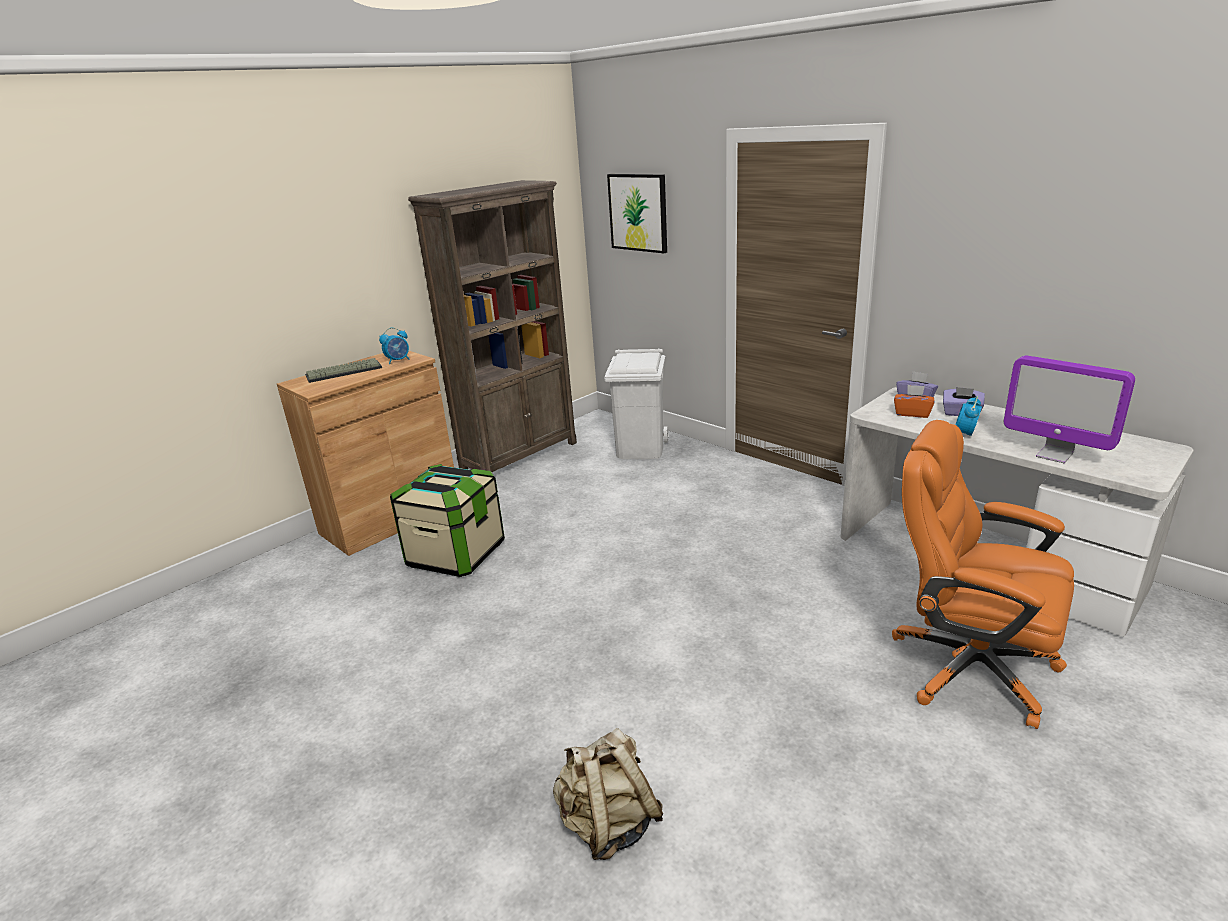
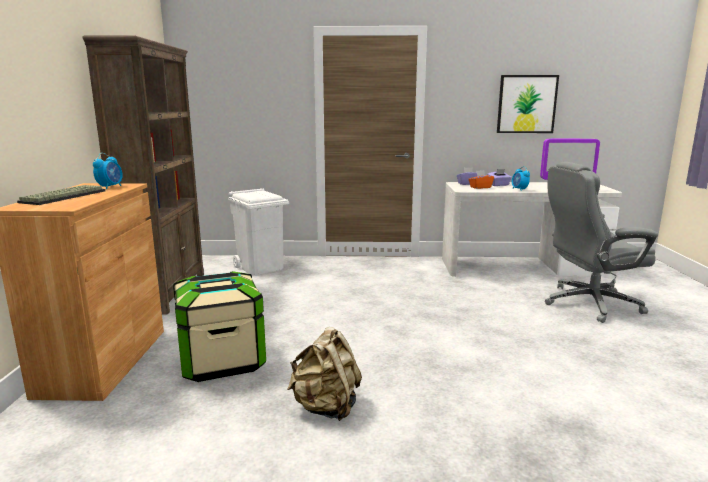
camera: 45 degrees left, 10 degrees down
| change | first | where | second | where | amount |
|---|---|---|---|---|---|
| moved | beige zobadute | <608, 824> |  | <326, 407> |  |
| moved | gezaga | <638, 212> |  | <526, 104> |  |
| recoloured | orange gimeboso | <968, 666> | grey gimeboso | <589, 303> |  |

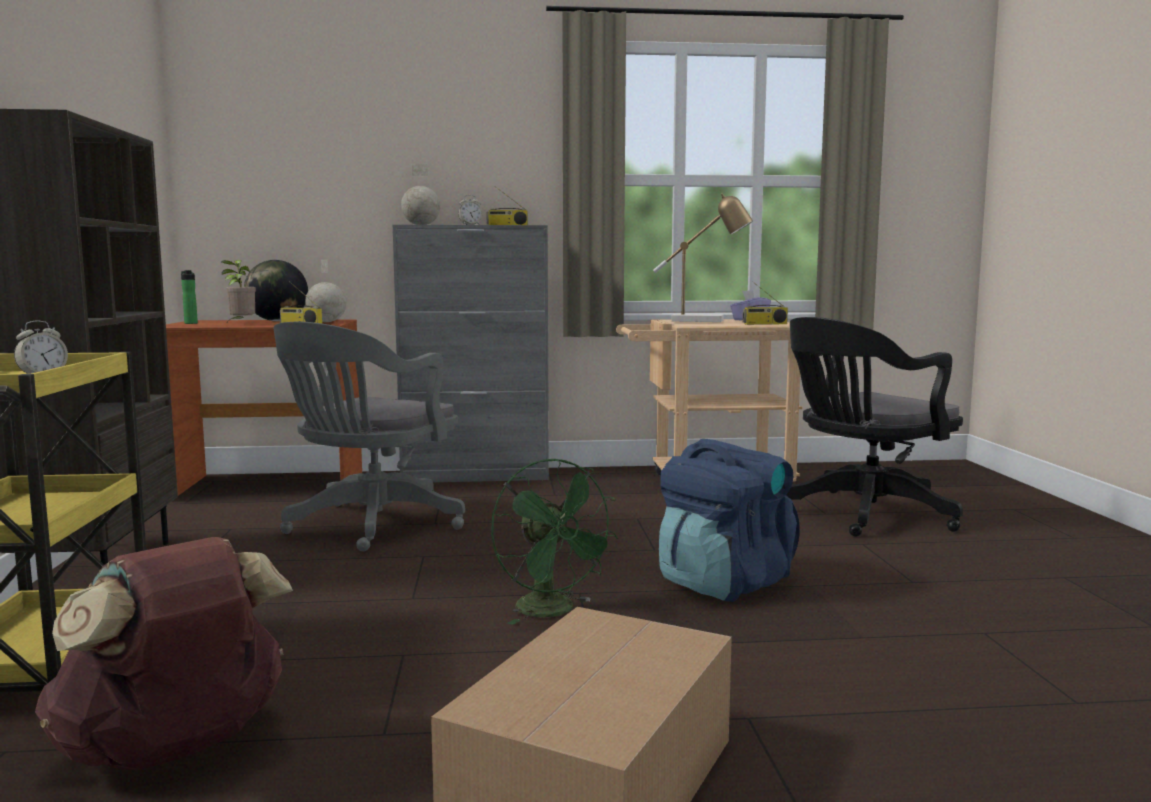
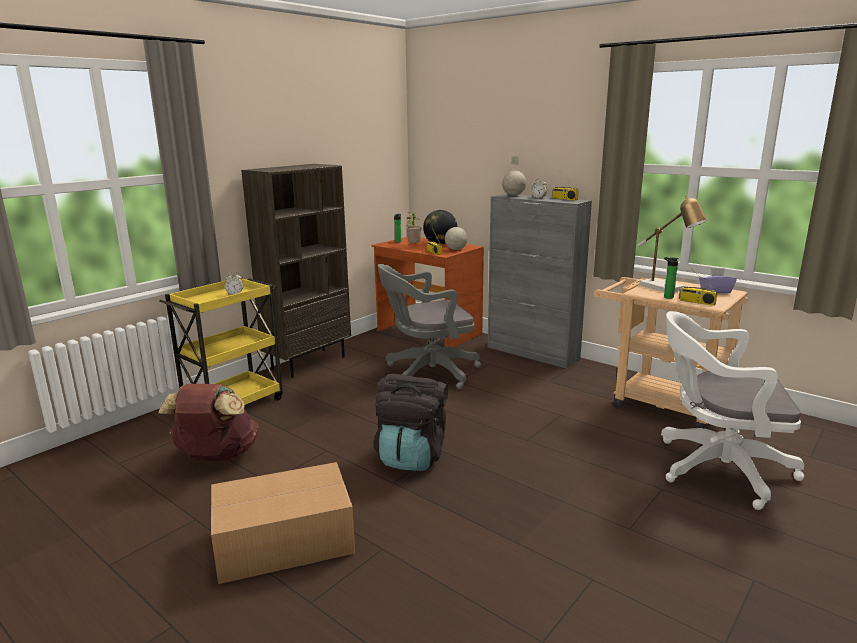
camera: 45 degrees right, 10 degrees up
| change | first | where | second | where | amount |
|---|---|---|---|---|---|
| replaced | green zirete | <553, 612> | black zobadute | <412, 456> |  |
| removed | blue zobadute | <723, 583> |  |  |  |
| recoloured | black gimeboso | <862, 515> | white gimeboso | <715, 468> |  |
| added |  |  | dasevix | <667, 297> |  |

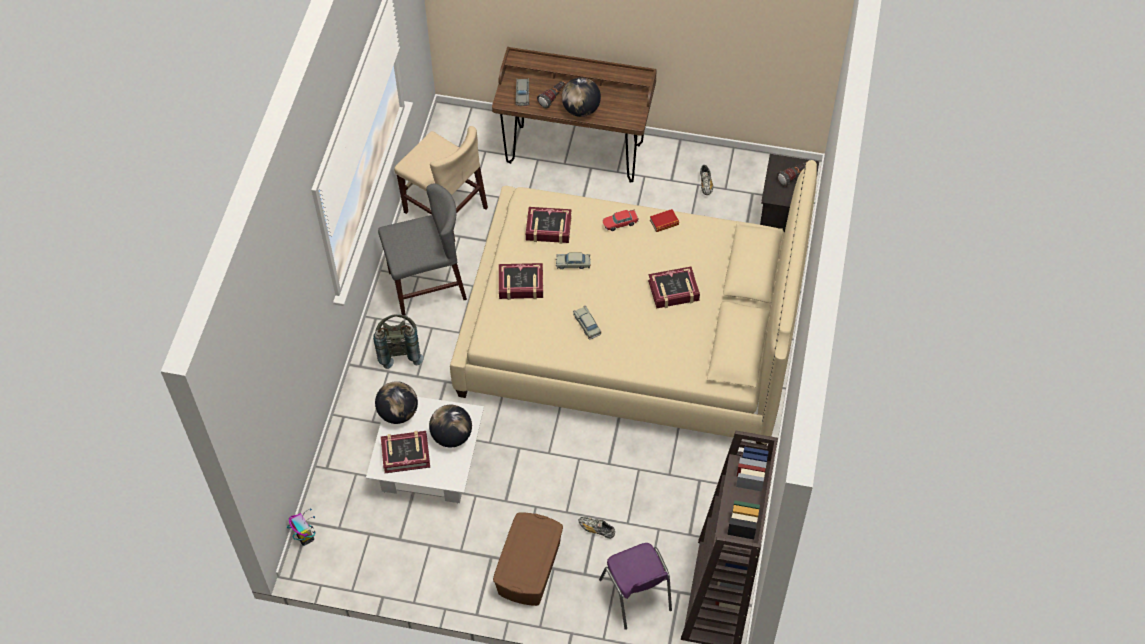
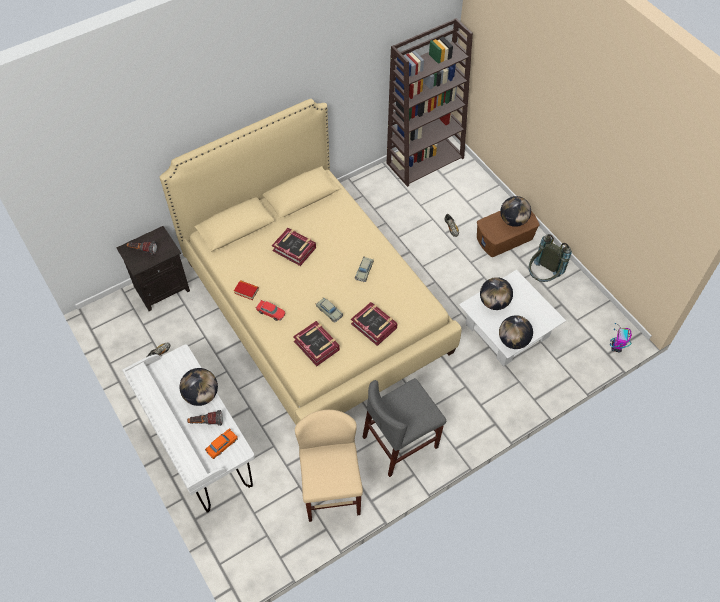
camera: 135 degrees left, 0 degrees up
| change | first | where | second | where | amount |
|---|---|---|---|---|---|
| moved | grey zobadute | <399, 350> |  | <542, 277> |  |
| turned | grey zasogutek | <427, 285> |  | <400, 442> | 60 degrees counterclockwise |
| removed | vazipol | <405, 454> |  |  |  |
| recoloured | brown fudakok | <575, 153> | white fudakok | <201, 452> |  |
| recoloured | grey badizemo | <522, 94> | orange badizemo | <222, 445> |  |
| removed | purple zasogutek | <636, 596> |  |  |  |
| added |  |  | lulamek | <513, 221> |  |

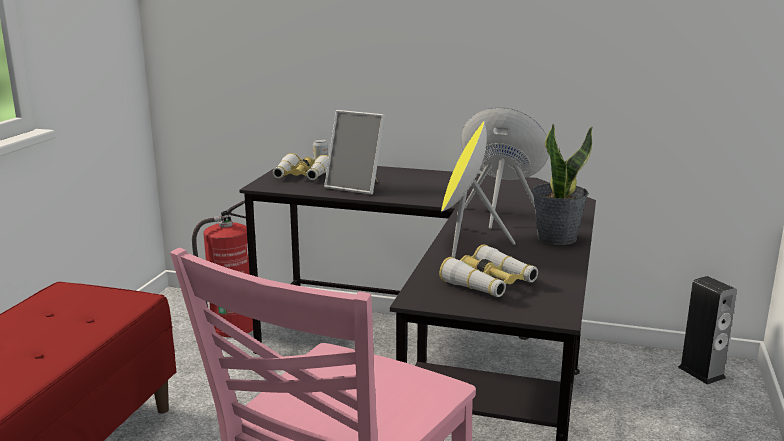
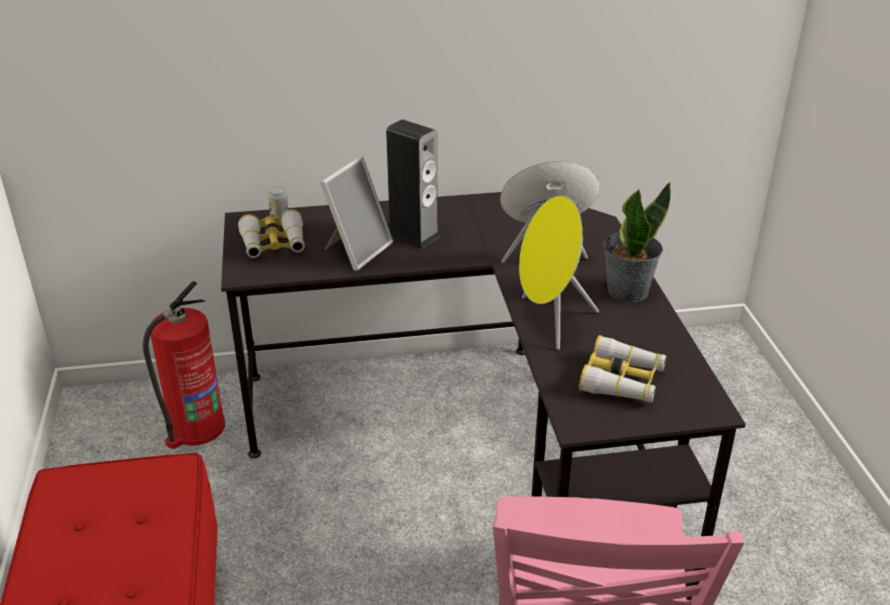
camera: 25 degrees left, 15 degrees up
| change | first | where | second | where | amount |
|---|---|---|---|---|---|
| turned | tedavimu | <357, 187> |  | <356, 250> | 60 degrees counterclockwise |
| moved | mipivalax | <701, 372> |  | <413, 235> |  |

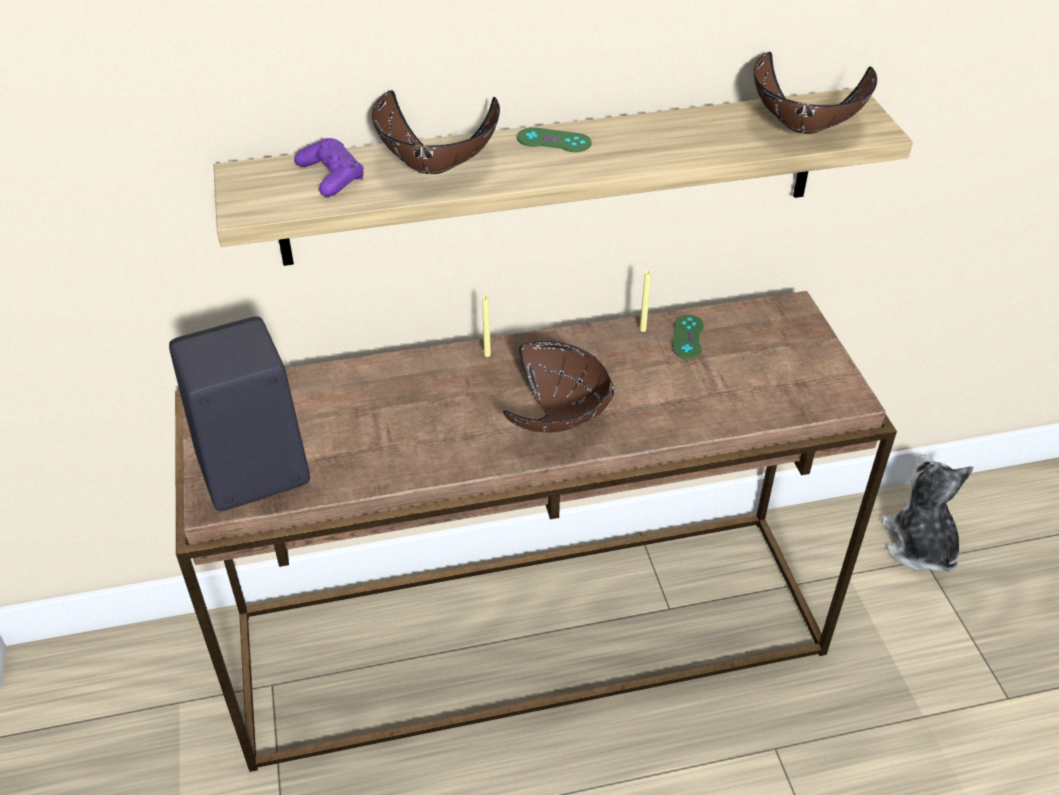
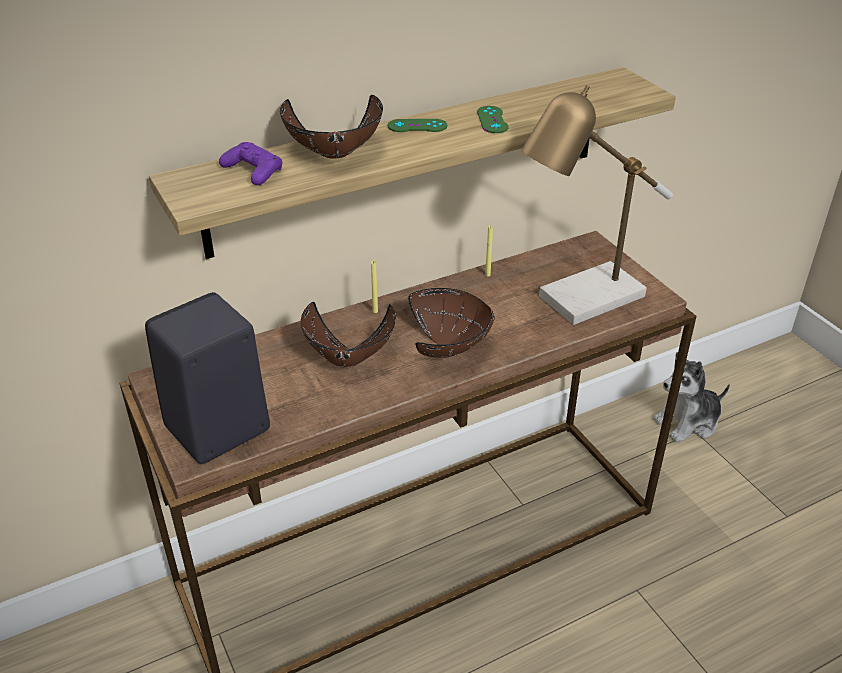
camera: 15 degrees left, 5 degrees down
| change | first | where | second | where | amount |
|---|---|---|---|---|---|
| moved | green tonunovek | <687, 337> |  | <492, 120> |  |
| moved | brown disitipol | <805, 128> |  | <350, 357> |  |
| turned | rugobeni | <919, 545> |  | <688, 422> | 90 degrees counterclockwise |
| added |  |  | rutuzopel | <581, 302> |  |

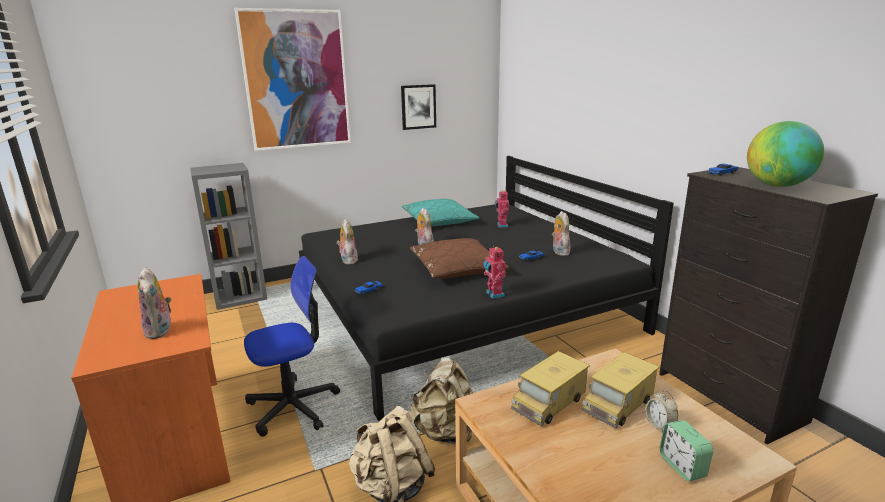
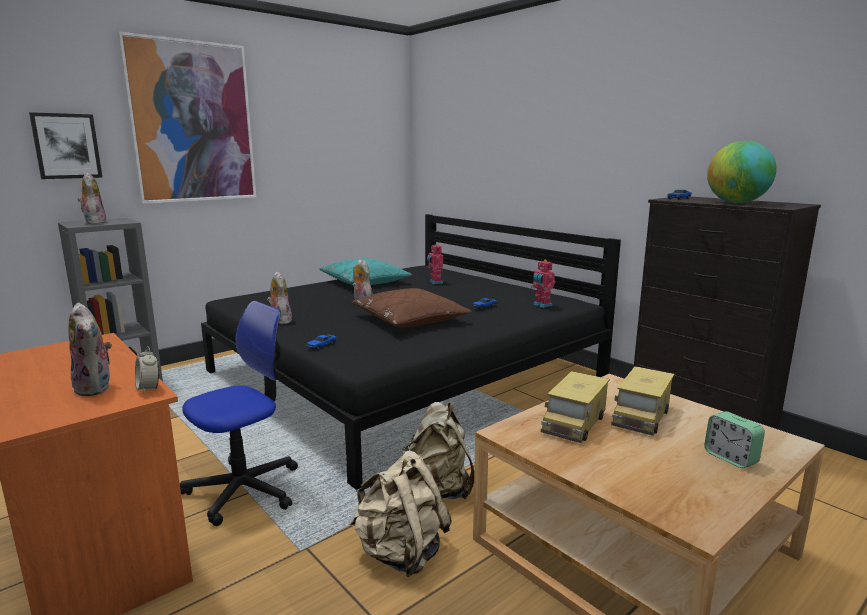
camera: 15 degrees left, 5 degrees down
| change | first | where | second | where | amount |
|---|---|---|---|---|---|
| moved | gezaga | <418, 106> |  | <66, 146> |  |
| moved | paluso | <494, 294> |  | <541, 305> |  |
| moved | rugobeni | <559, 252> |  | <94, 222> |  |
| moved | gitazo | <659, 425> |  | <149, 389> |  |

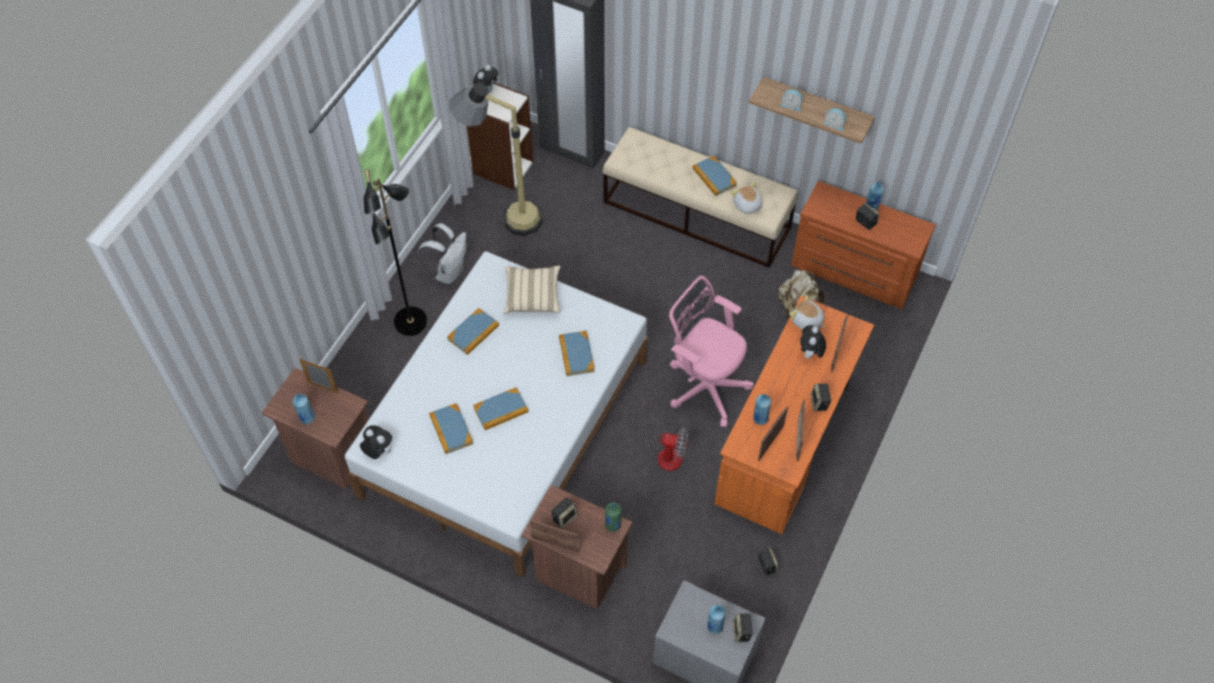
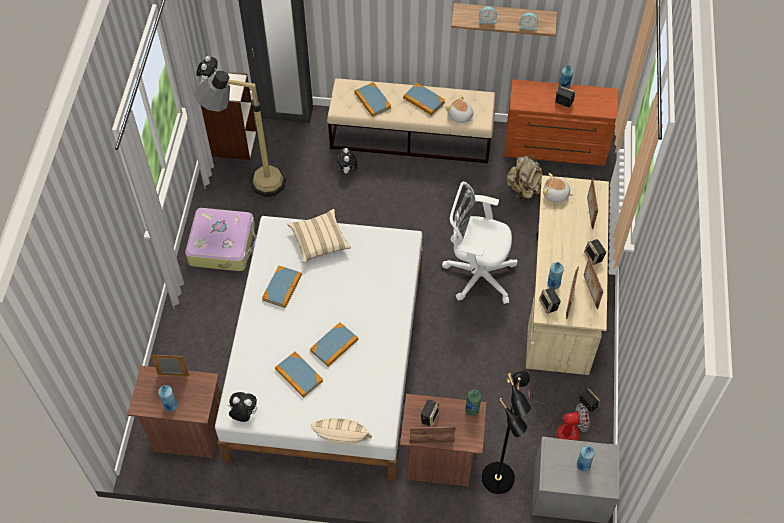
camera: 20 degrees left, 0 degrees up
| change | first | where | second | where | amount |
|---|---|---|---|---|---|
| moved | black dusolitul | <411, 322> |  | <499, 478> |  |
| replaced | white zobadute | <449, 272> | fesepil | <223, 245> |  |
| moved | vazipol | <576, 354> |  | <372, 101> |  |
| moved | zirete | <665, 452> |  | <561, 428> |  |
| recoloured | pink gimeboso | <704, 385> | white gimeboso | <476, 274> |  |
| recoloured | orange fudakok | <787, 440> | beige fudakok | <561, 298> |  |
| moved | mipivalax | <742, 632> |  | <549, 305> |  |
| moved | rugobeni | <810, 353> |  | <347, 170> |  |
| added |  |  | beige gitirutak | <342, 443> |  |

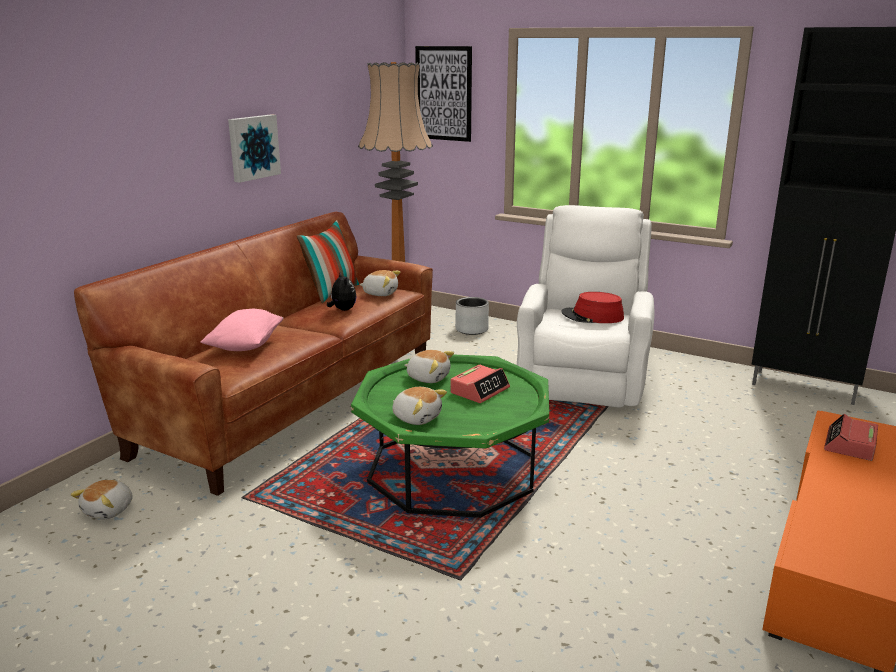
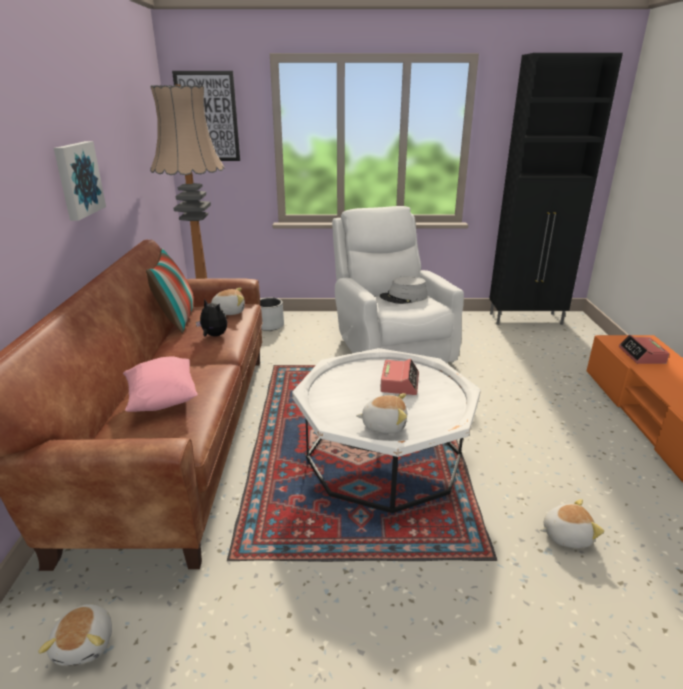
camera: 30 degrees left, 5 degrees up
| change | first | where | second | where | amount |
|---|---|---|---|---|---|
| recoloured | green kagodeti | <452, 470> | white kagodeti | <383, 457> |  |
| moved | rugobeni | <428, 377> |  | <566, 535> |  |
| recoloured | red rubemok | <592, 316> | grey rubemok | <403, 297> |  |

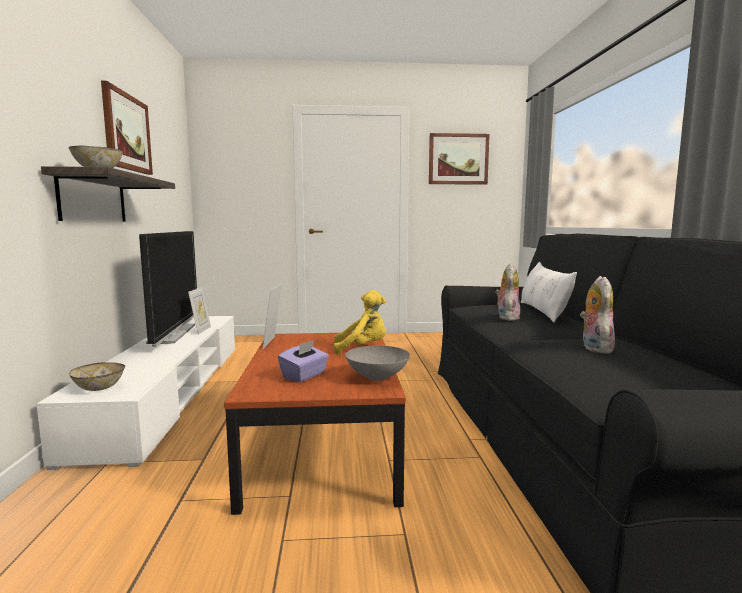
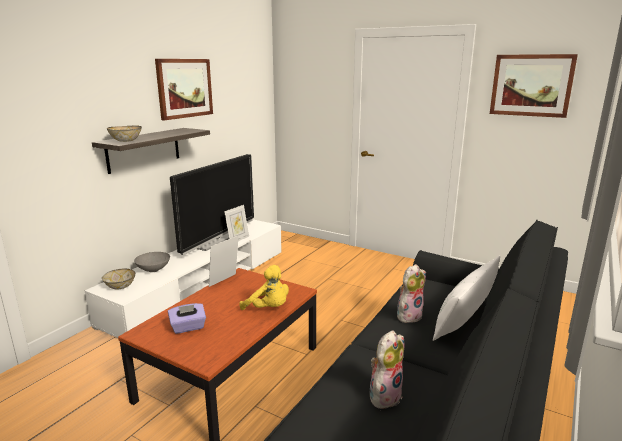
camera: 35 degrees right, 10 degrees up
| change | first | where | second | where | amount |
|---|---|---|---|---|---|
| moved | grey disitipol | <378, 377> |  | <154, 270> |  |

